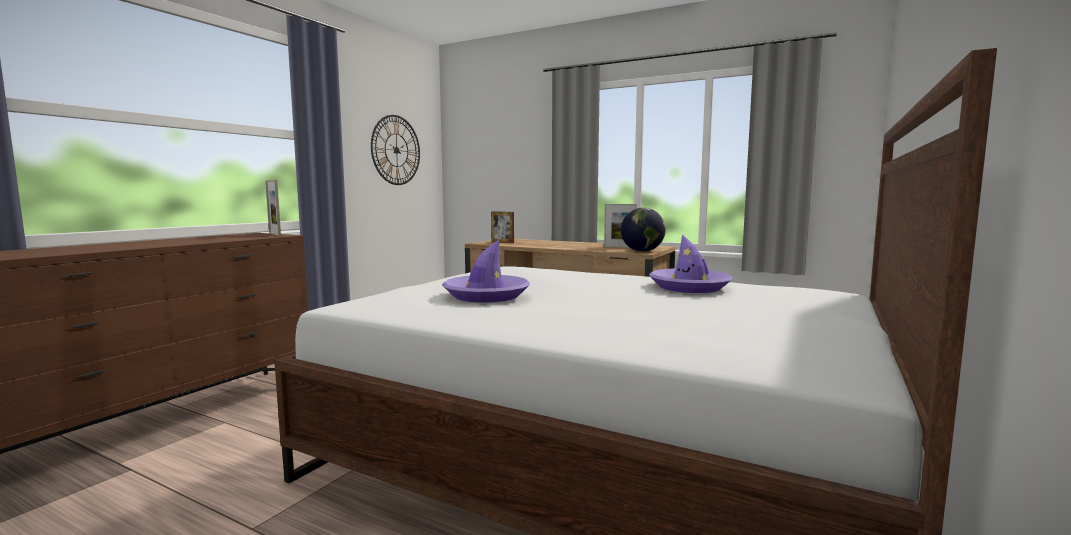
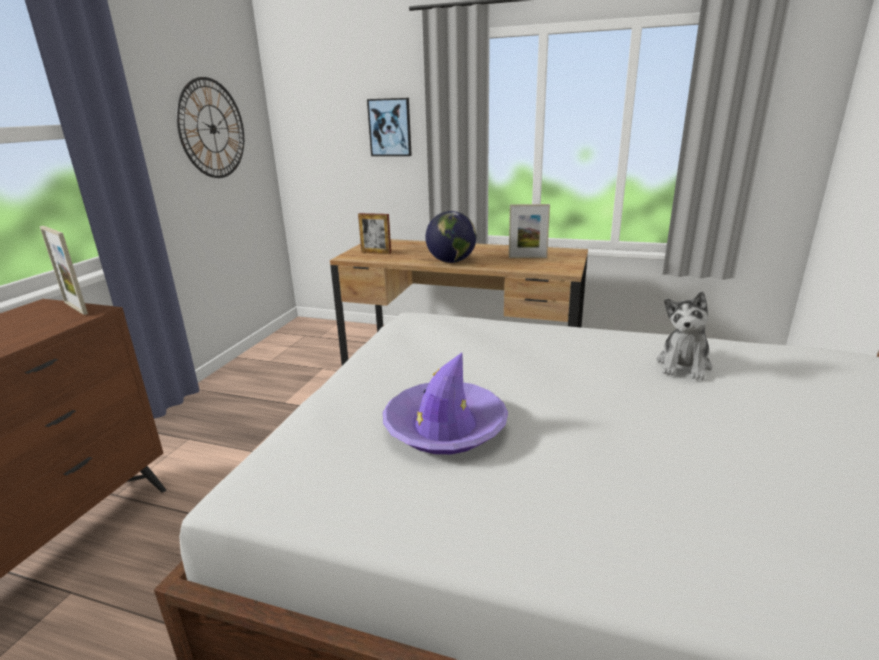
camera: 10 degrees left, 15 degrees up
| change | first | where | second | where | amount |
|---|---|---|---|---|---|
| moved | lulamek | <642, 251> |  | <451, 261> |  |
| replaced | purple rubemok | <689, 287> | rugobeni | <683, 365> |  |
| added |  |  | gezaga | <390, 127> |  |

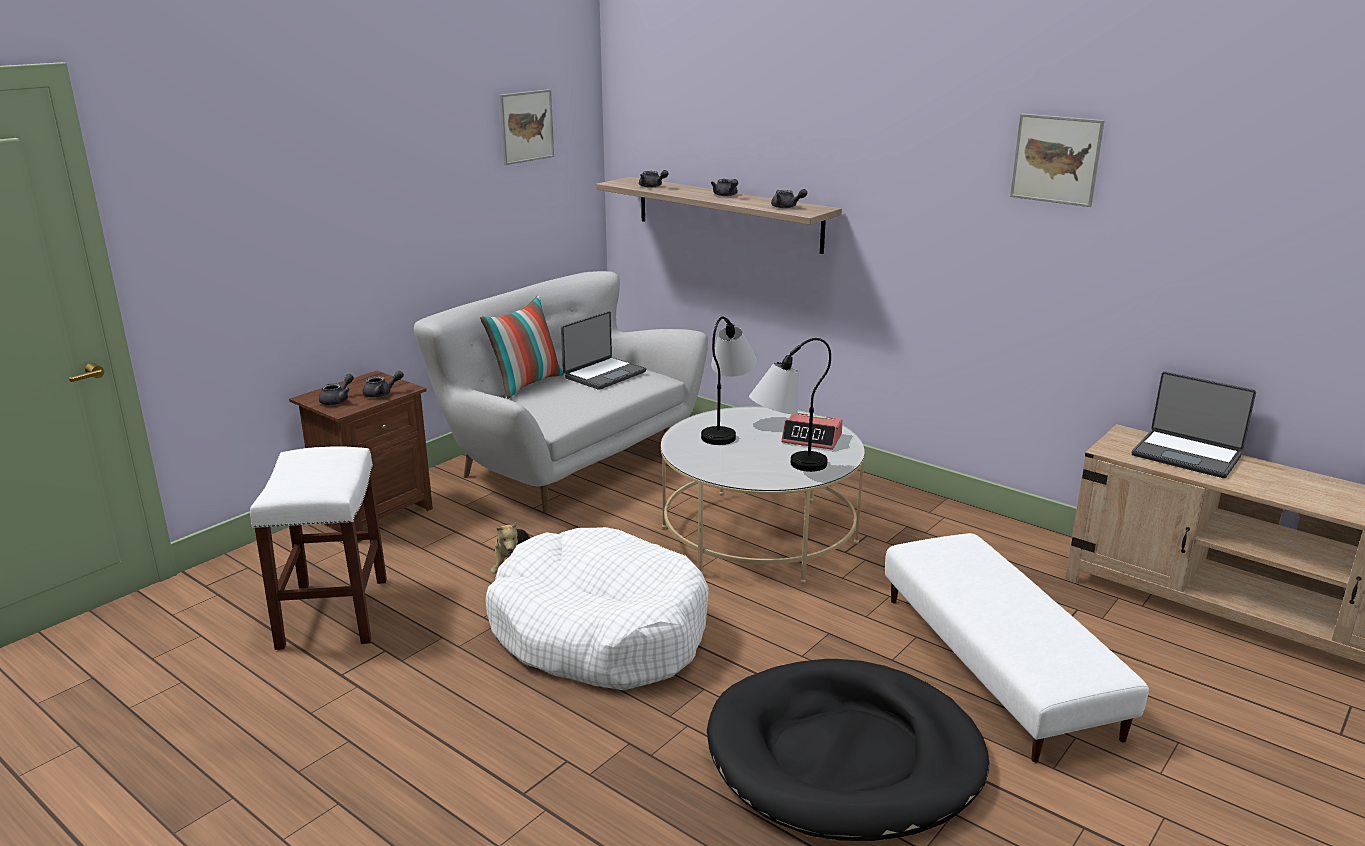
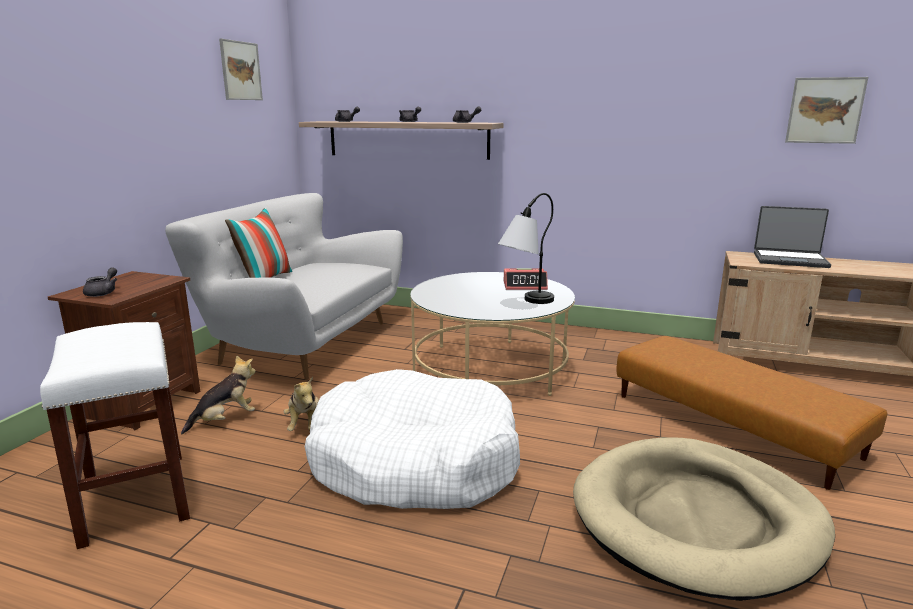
camera: 20 degrees left, 5 degrees down
| change | first | where | second | where | amount |
|---|---|---|---|---|---|
| removed | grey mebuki | <382, 394> |  |  |  |
| removed | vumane | <604, 374> |  |  |  |
| removed | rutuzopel | <727, 429> |  |  |  |
| recoloured | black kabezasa | <844, 756> | beige kabezasa | <696, 520> |  |
| recoloured | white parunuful | <995, 664> | brown parunuful | <730, 425> |  |
| moved | gezaga | <1056, 159> |  | <825, 110> |  |
| added |  |  | rugobeni | <225, 420> |  |

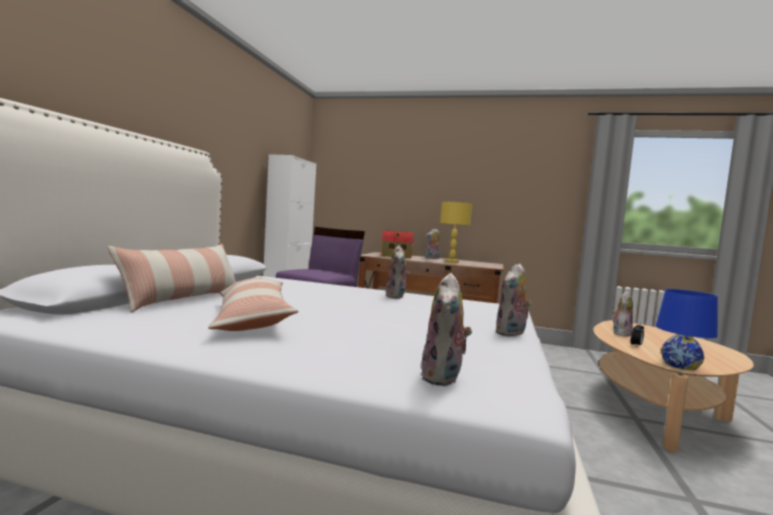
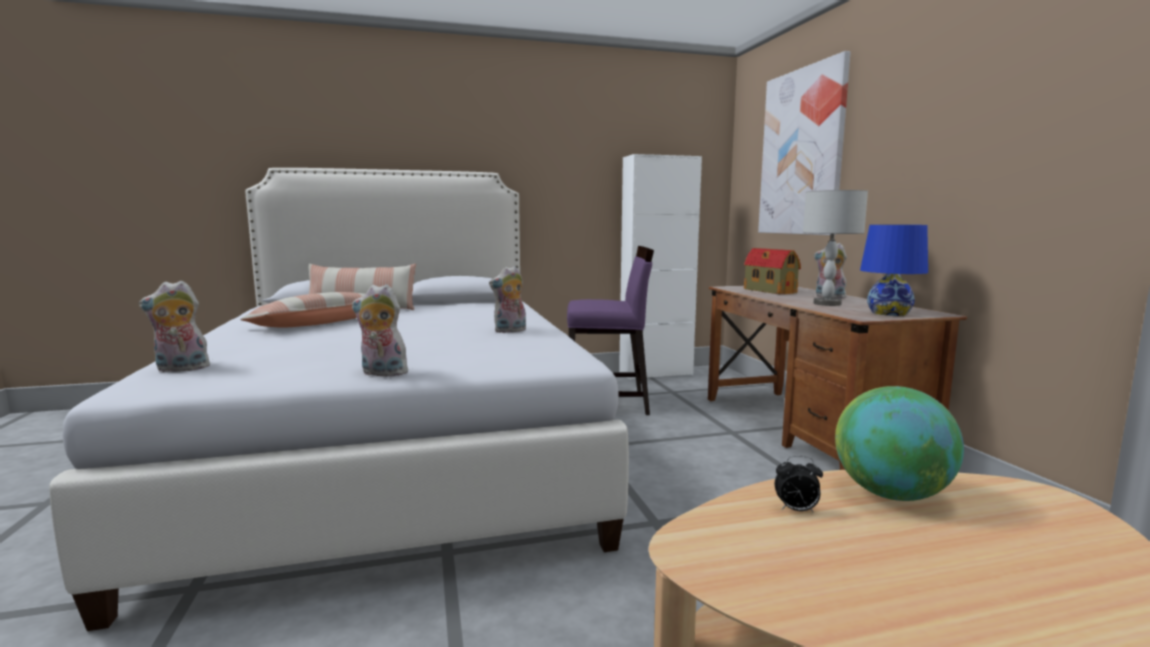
camera: 60 degrees right, 5 degrees up
| change | first | where | second | where | amount |
|---|---|---|---|---|---|
| recoloured | yellow rutuzopel | <452, 262> | grey rutuzopel | <827, 304> |  |
| replaced | rugobeni | <620, 333> | lulamek | <890, 494> |  |
| moved | blue rutuzopel | <680, 365> |  | <889, 313> |  |
| added |  |  | gezaga | <802, 152> |  |

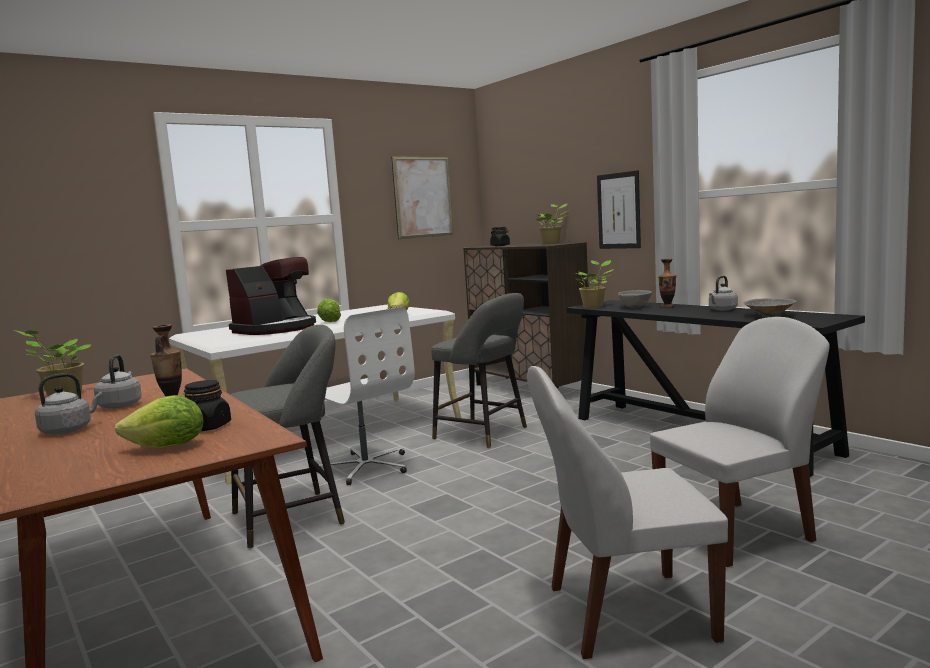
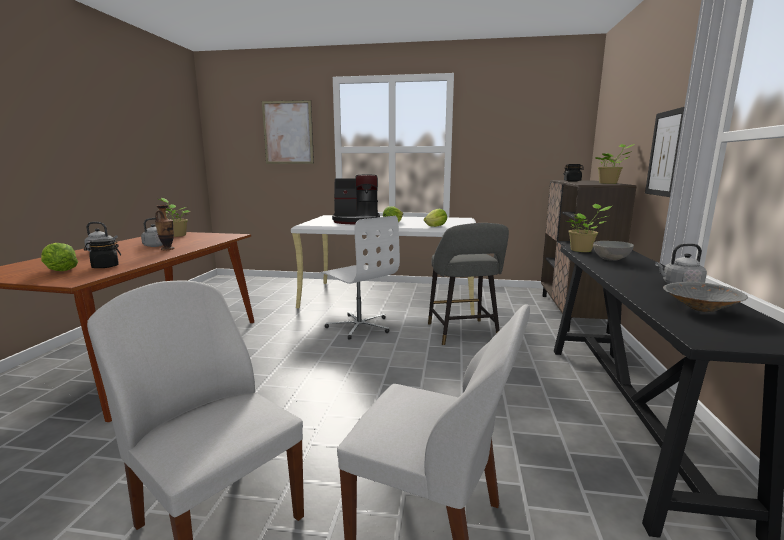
camera: 45 degrees right, 5 degrees up
| change | first | where | second | where | amount |
|---|---|---|---|---|---|
| removed | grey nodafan | <294, 516> |  |  |  |
| turned | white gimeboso | <366, 467> |  | <359, 326> | 45 degrees counterclockwise |
| moved | gezaga | <423, 197> |  | <288, 132> |  |
| removed | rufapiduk | <667, 306> |  |  |  |

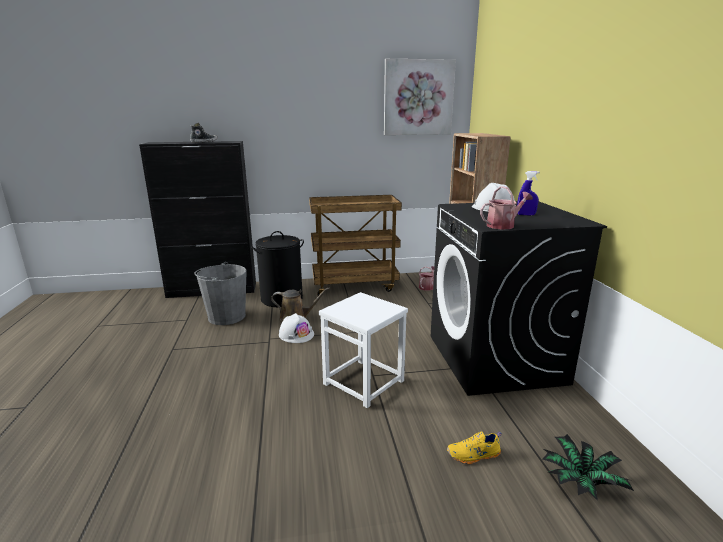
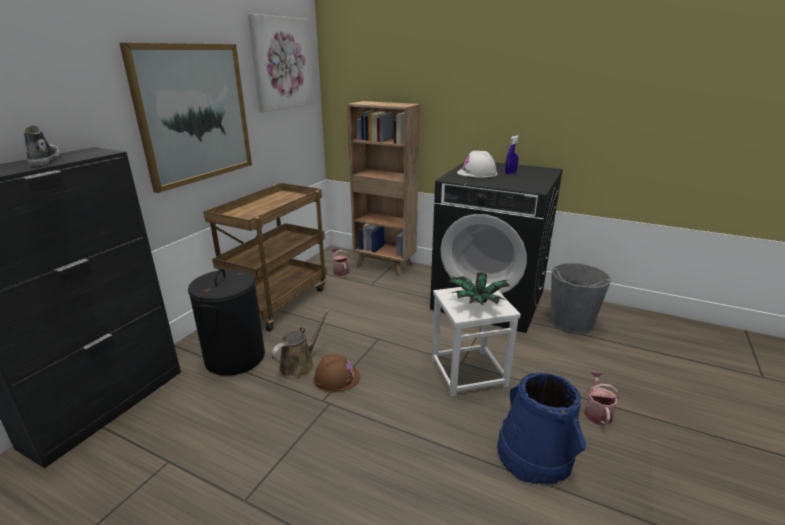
camera: 55 degrees left, 5 degrees up
| change | first | where | second | where | amount |
|---|---|---|---|---|---|
| moved | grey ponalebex | <226, 316> |  | <571, 323> |  |
| recoloured | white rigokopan | <296, 334> | brown rigokopan | <336, 378> |  |
| removed | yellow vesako | <474, 455> |  |  |  |
| moved | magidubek | <503, 225> |  | <597, 412> |  |
| moved | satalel | <581, 483> |  | <477, 303> |  |
| added |  |  | gezaga | <194, 114> |  |
| added |  |  | blue ponalebex | <534, 454> |  |

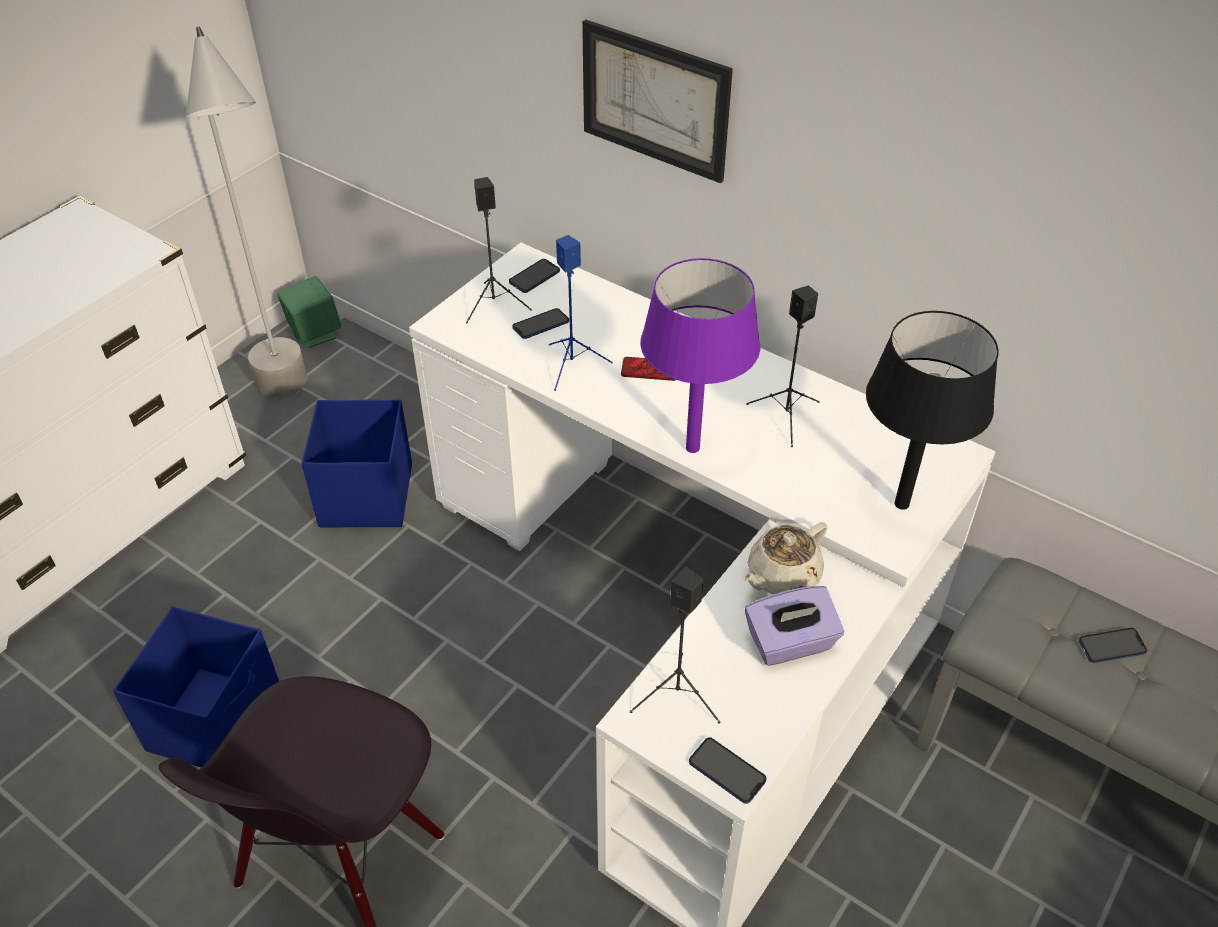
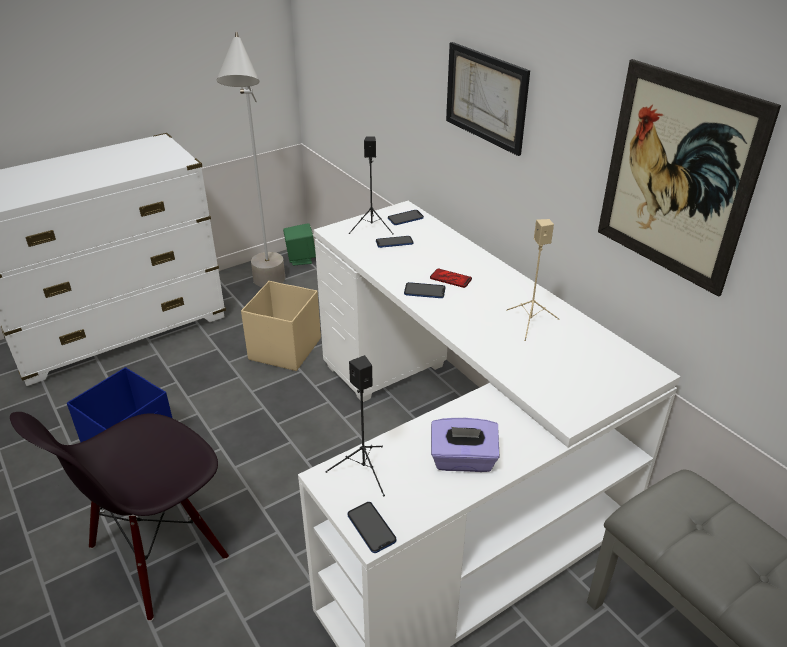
camera: 20 degrees right, 10 degrees down
| change | first | where | second | where | amount |
|---|---|---|---|---|---|
| recoloured | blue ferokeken | <365, 497> | beige ferokeken | <284, 350> |  |
| removed | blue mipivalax | <573, 365> |  |  |  |
| removed | purple rutuzopel | <692, 447> |  |  |  |
| removed | beige mebuki | <781, 576> |  |  |  |
| recoloured | black mipivalax | <786, 417> | beige mipivalax | <530, 323> |  |
| removed | black rutuzopel | <902, 504> |  |  |  |
| moved | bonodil | <1111, 646> |  | <424, 291> |  |
| added |  |  | gezaga | <676, 177> |  |

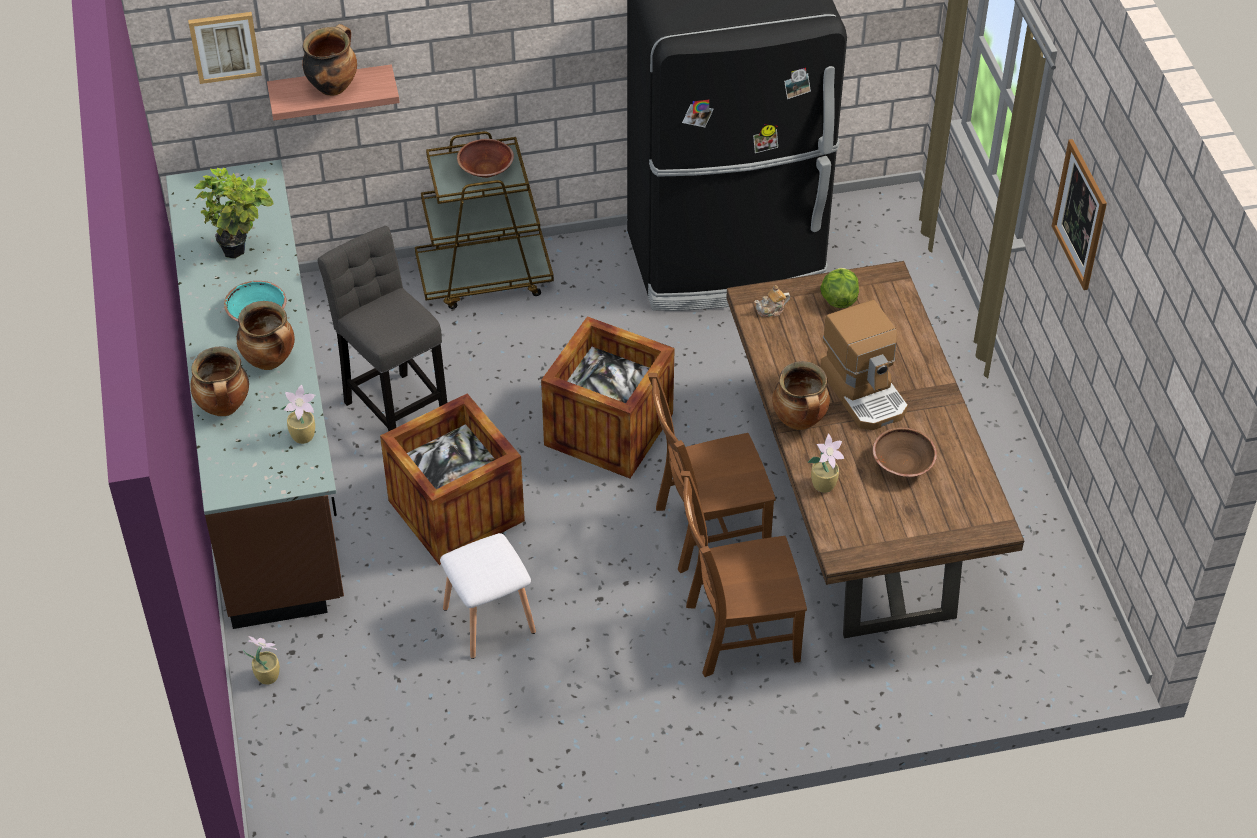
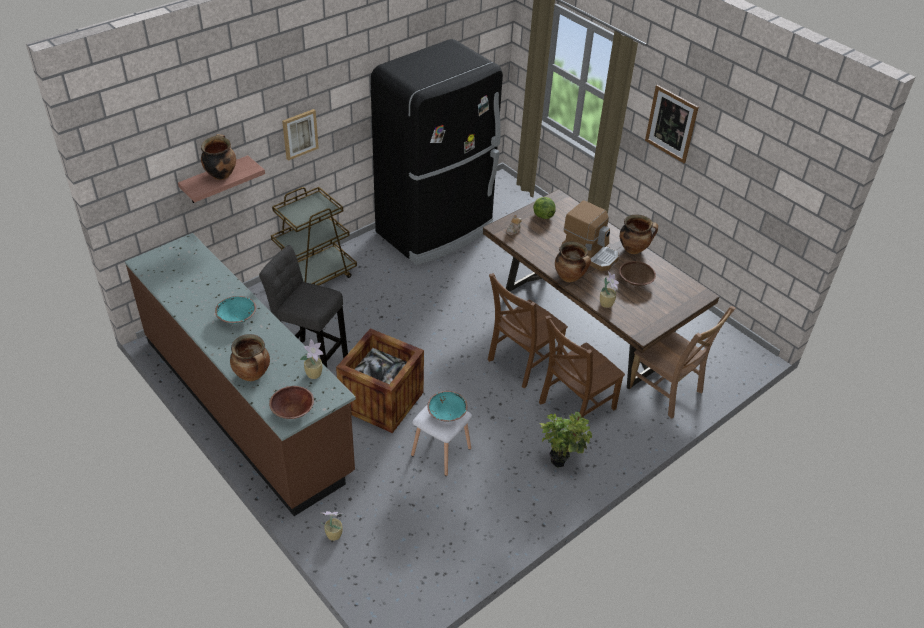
camera: 30 degrees left, 5 degrees down
| change | first | where | second | where | amount |
|---|---|---|---|---|---|
| moved | gezaga | <225, 46> |  | <299, 134> |  |
| moved | satalel | <241, 250> |  | <561, 460> |  |
| moved | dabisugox | <271, 361> |  | <634, 249> |  |
| moved | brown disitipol | <485, 170> |  | <292, 411> |  |
| removed | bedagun | <608, 429> |  |  |  |
| added |  |  | turquoise disitipol | <447, 413> |  |
| added |  |  | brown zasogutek | <667, 391> |  |

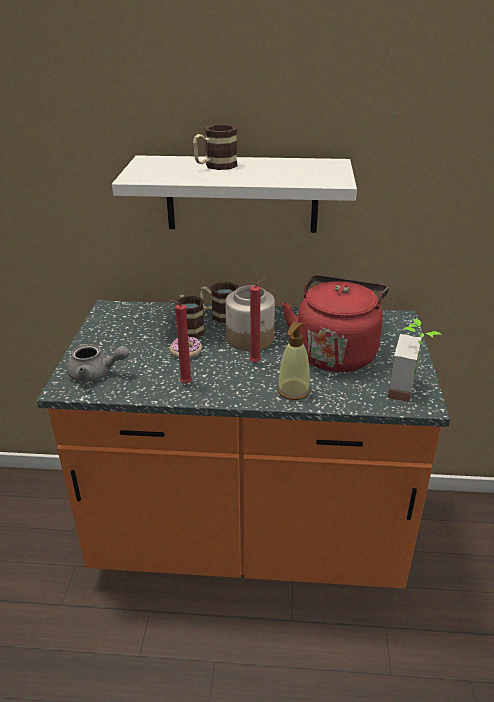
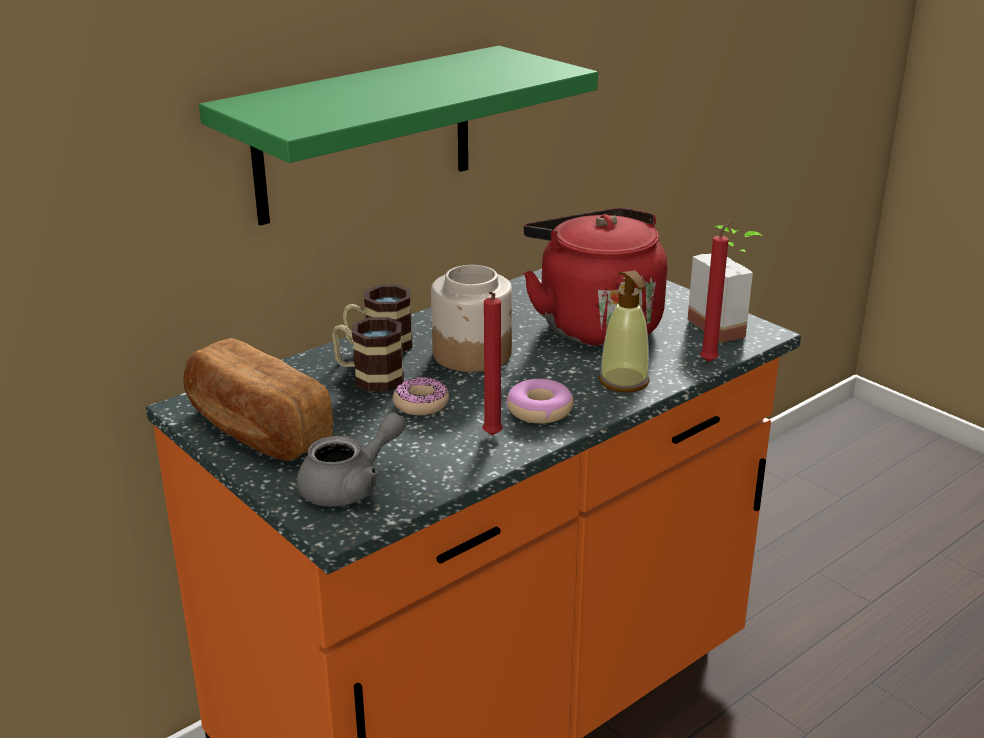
camera: 45 degrees left, 5 degrees down
| change | first | where | second | where | amount |
|---|---|---|---|---|---|
| recoloured | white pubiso | <241, 194> | green pubiso | <365, 134> |  |
| removed | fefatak | <215, 166> |  |  |  |
| moved | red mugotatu | <257, 363> |  | <711, 361> |  |
| added |  |  | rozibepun | <256, 430> |  |
| added |  |  | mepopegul | <540, 410> |  |

